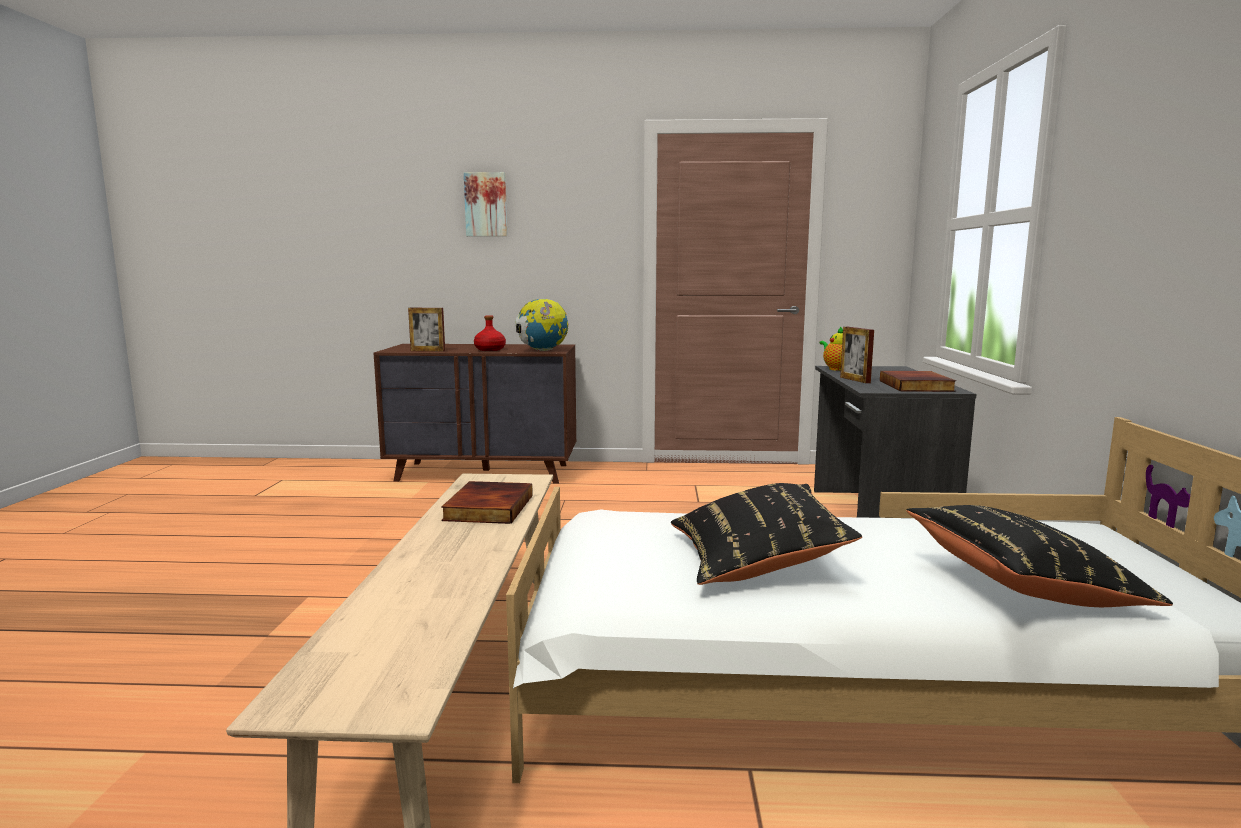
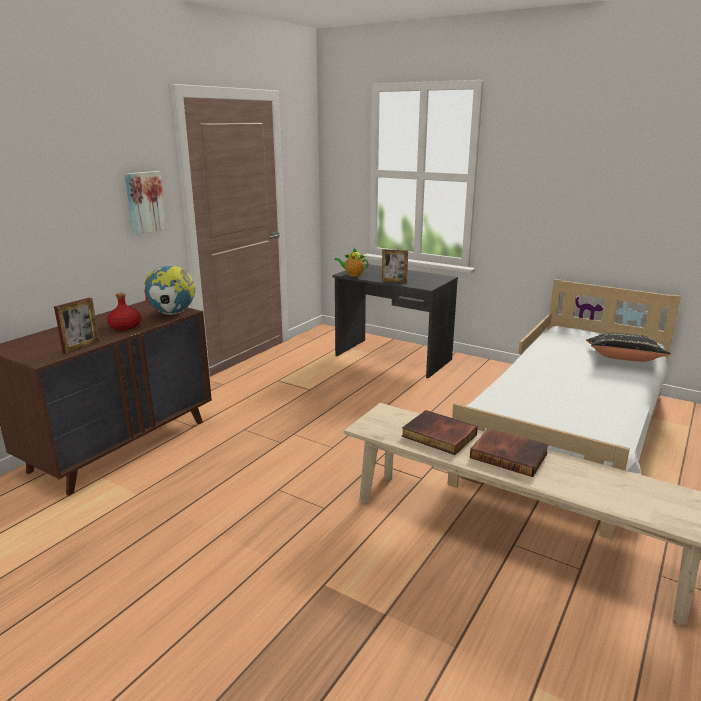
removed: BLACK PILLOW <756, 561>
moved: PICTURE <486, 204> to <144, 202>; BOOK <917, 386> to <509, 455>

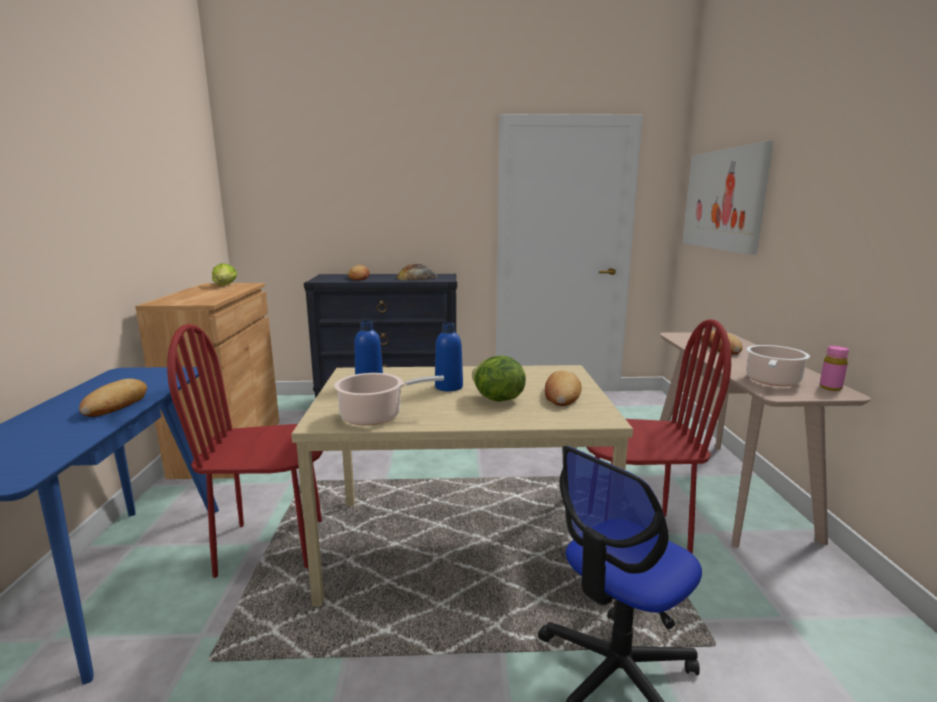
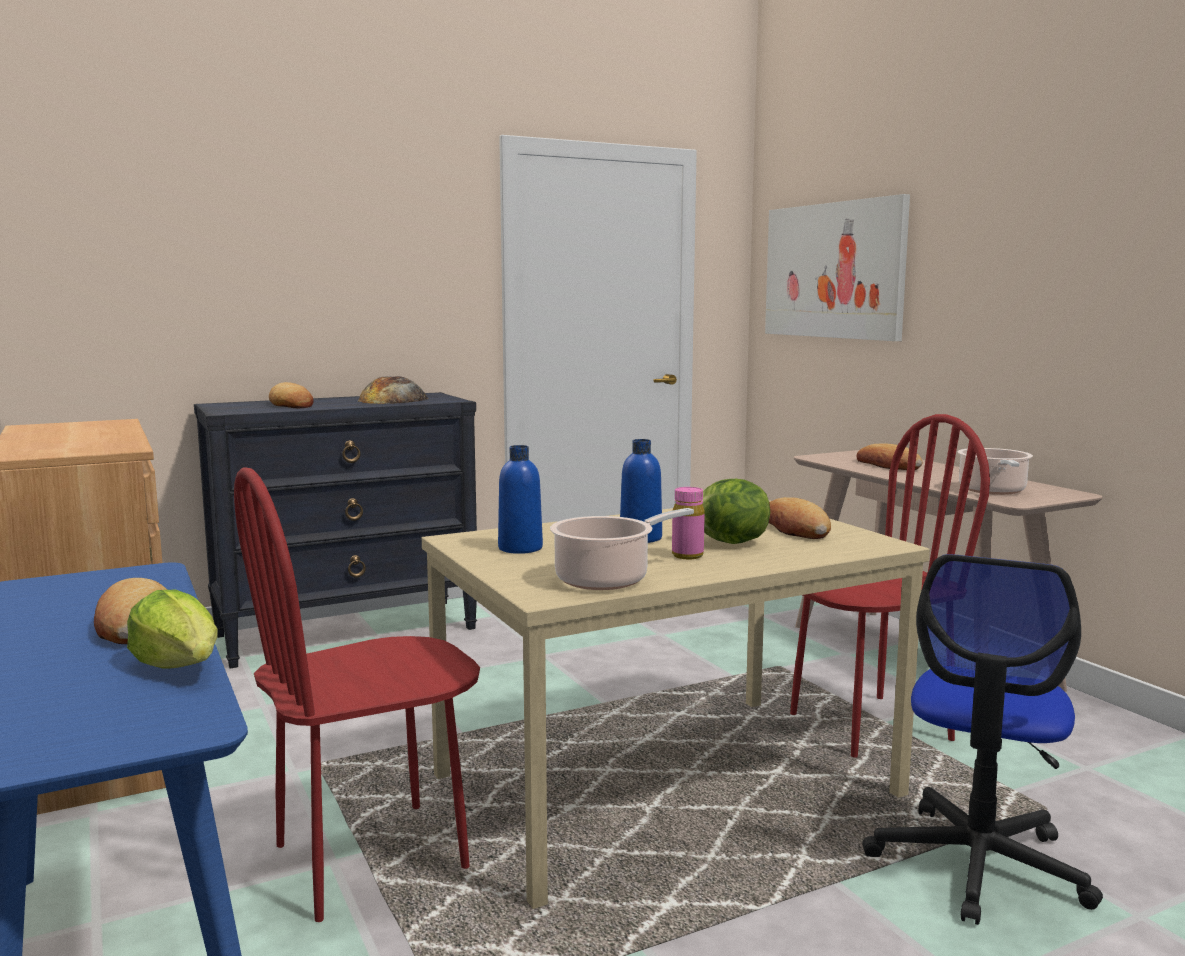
moved: LETTUCE <225, 285> to <181, 666>; PINK BOTTLE <830, 388> to <687, 555>

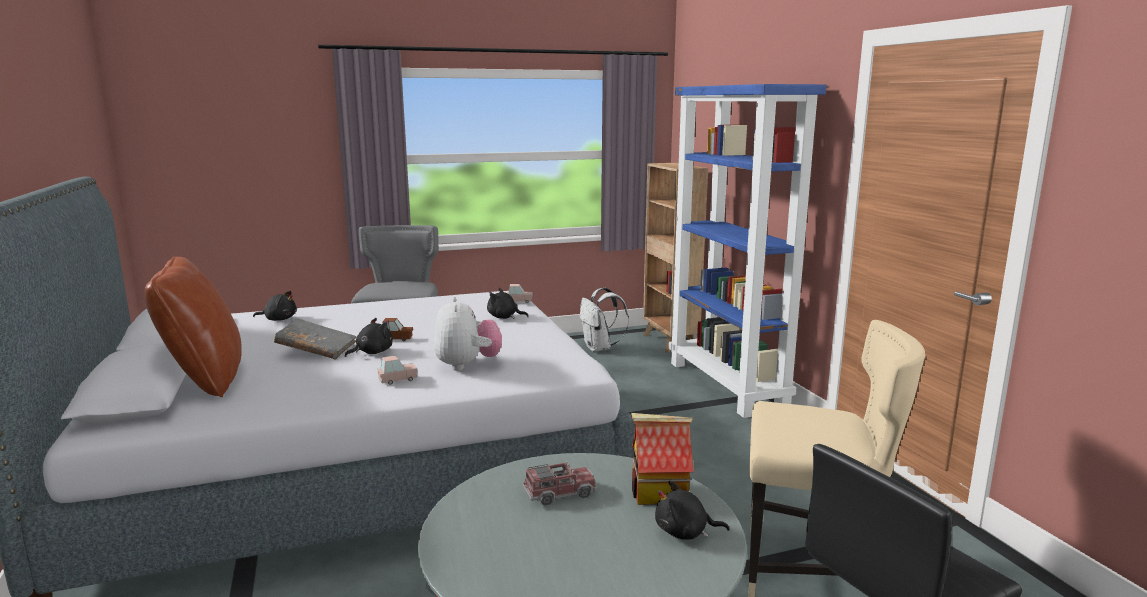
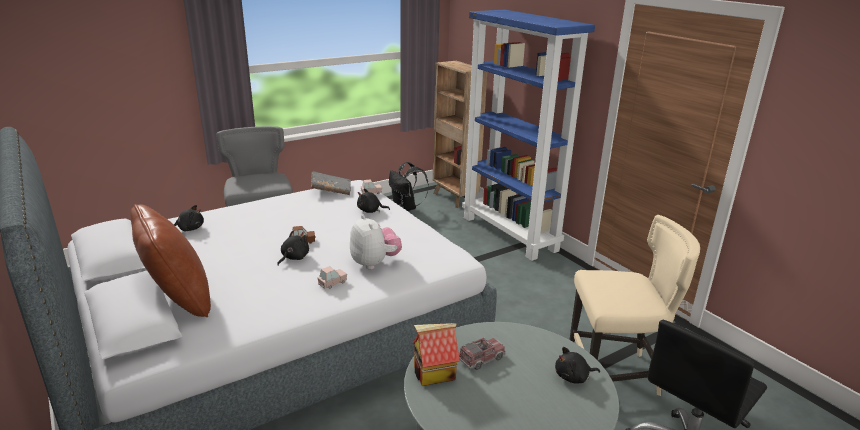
moved: GREY BOOK <317, 350> to <331, 190>; TOY HOUSE <658, 493> to <434, 373>
recoloured: WHITE BACKPACK <599, 348> to BLACK BACKPACK <406, 208>

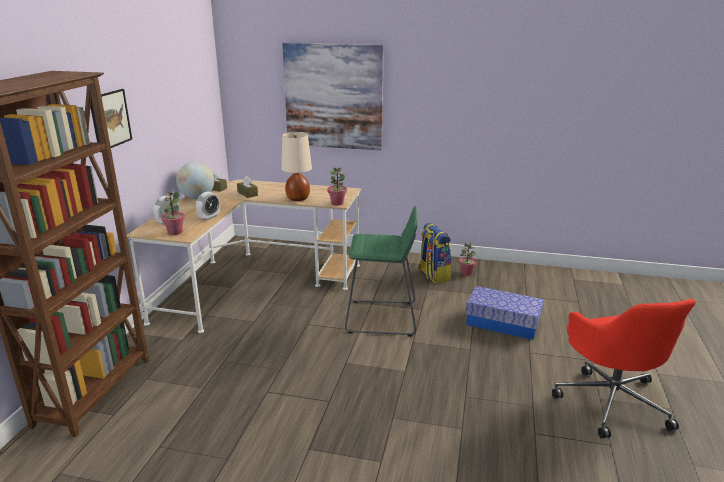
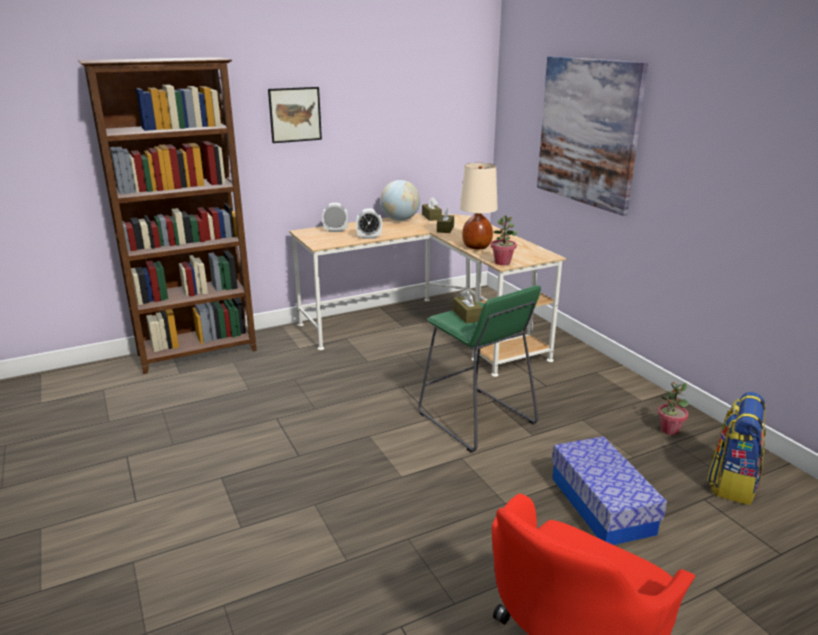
removed: POTTED PLANT <175, 232>
added: BROWN TISSUE BOX <467, 316>
moved: BACKPACK <433, 275> to <732, 482>

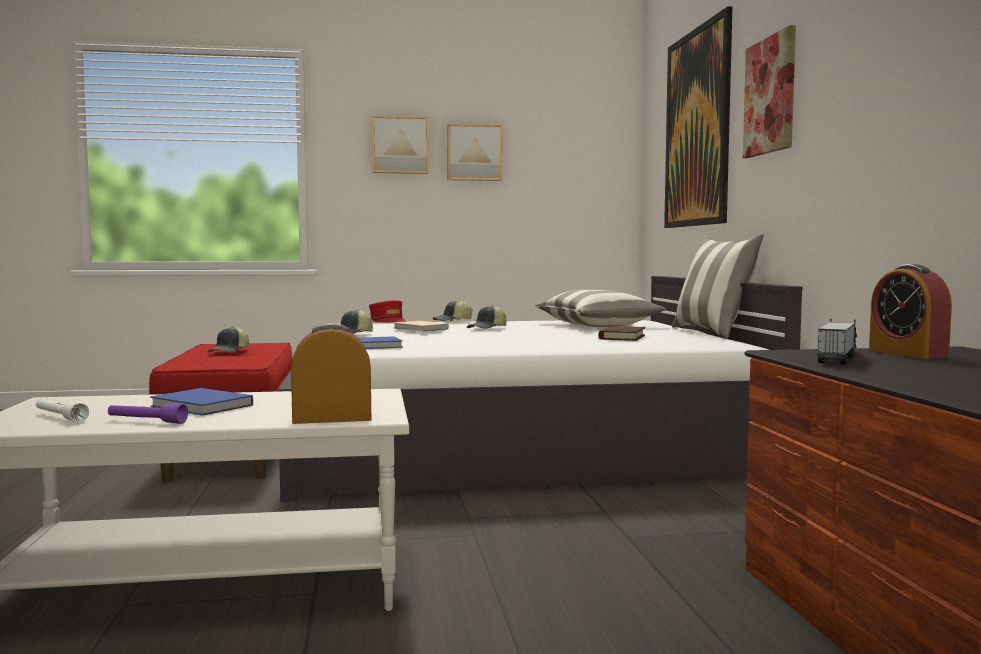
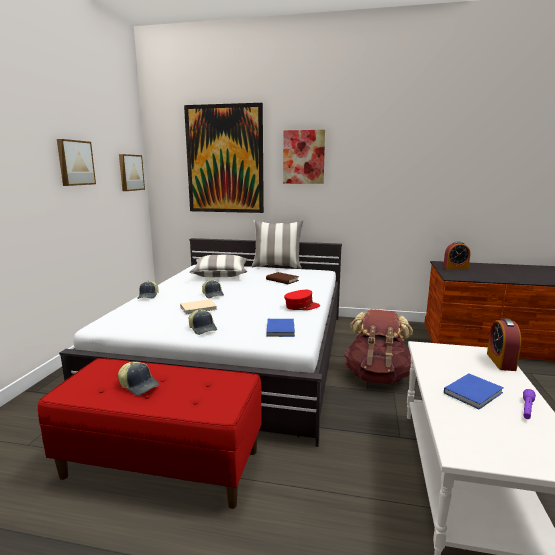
removed: WHITE FLASHLIGHT <60, 417>; TOY TRUCK <838, 357>
added: BROWN BACKPACK <377, 376>
moved: PICTURE <400, 145> to <130, 172>; RED CAP <388, 321> to <301, 306>

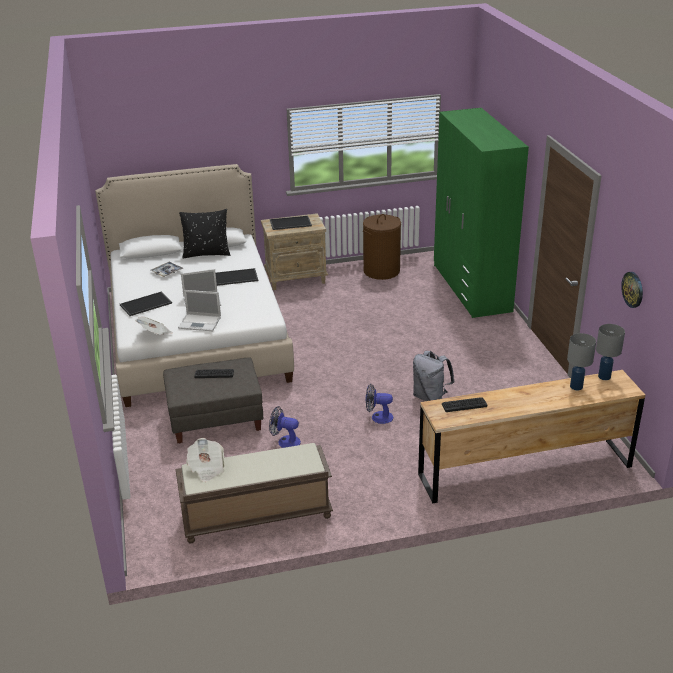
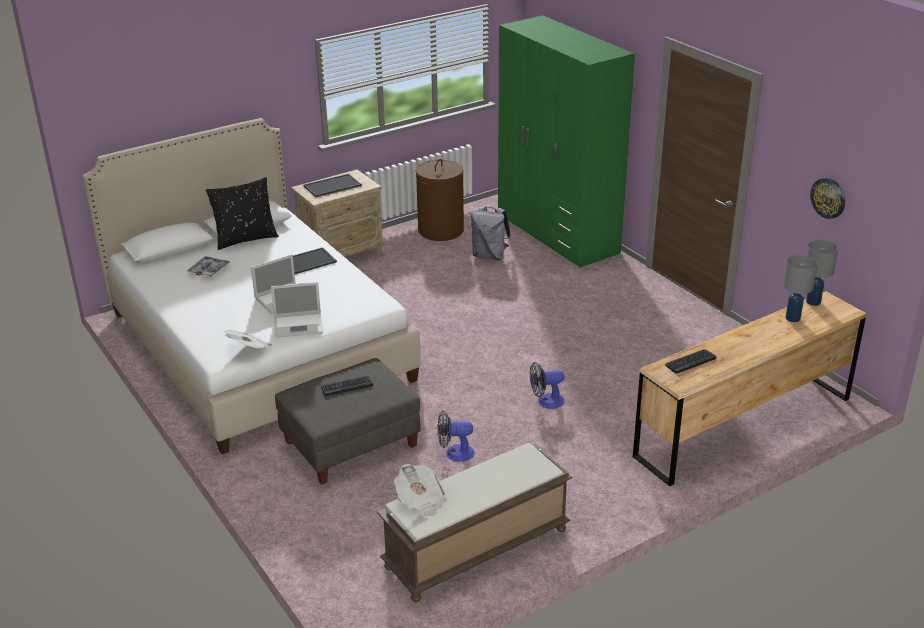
removed: TRAY <145, 304>
moved: GREY BACKPACK <430, 397> to <489, 256>

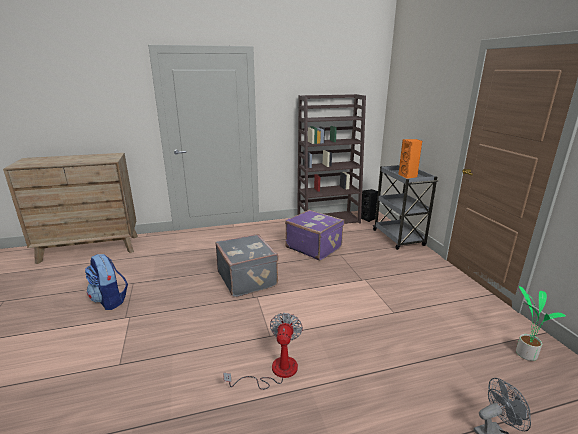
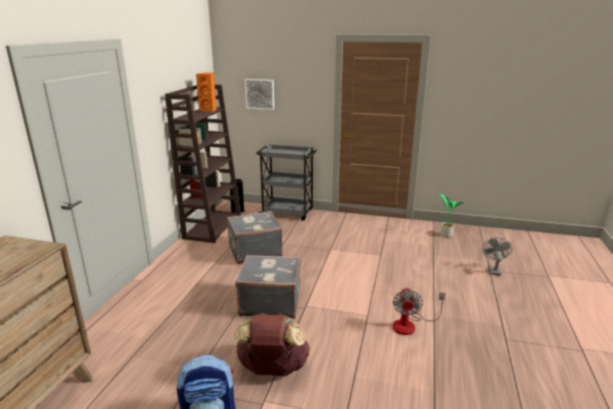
added: BROWN BACKPACK <273, 370>; PICTURE <260, 94>
moved: ORANGE SPEAKER <408, 176> to <209, 110>
recoloured: PURPLE SUITCASE <314, 247> to GREY SUITCASE <254, 251>
turned: FAN <275, 371> = <410, 325> 120 degrees counterclockwise

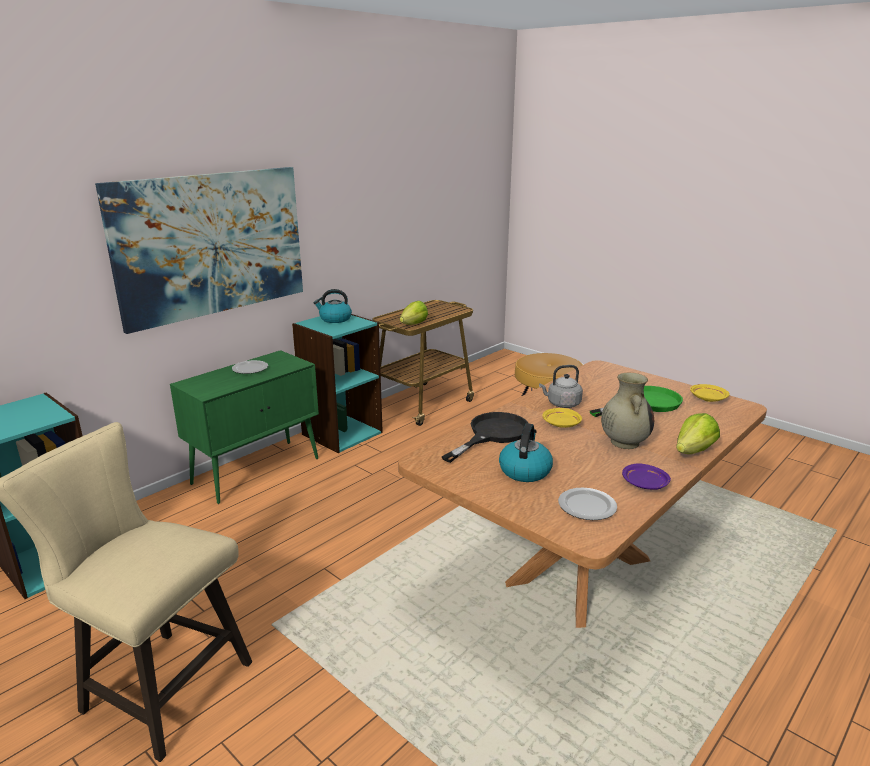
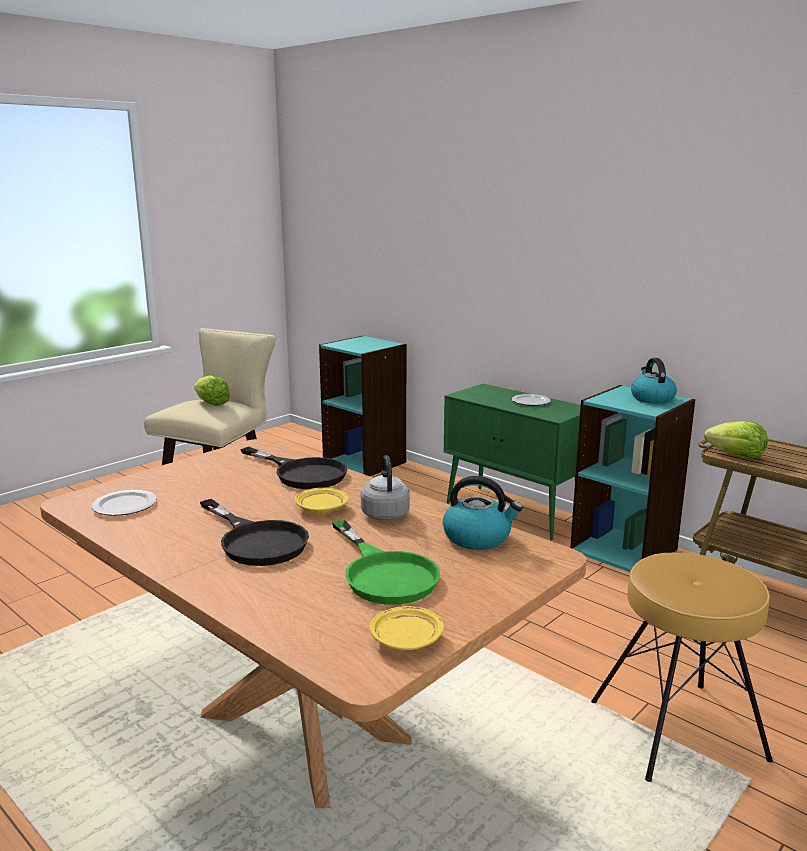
removed: PICTURE <211, 244>; PURPLE PLATE <645, 484>
moved: LETTUCE <693, 451> to <211, 403>; KETTLE <525, 470> to <478, 537>
replaced: BEIGE VASE <624, 442> to BLACK FRYING PAN <256, 540>

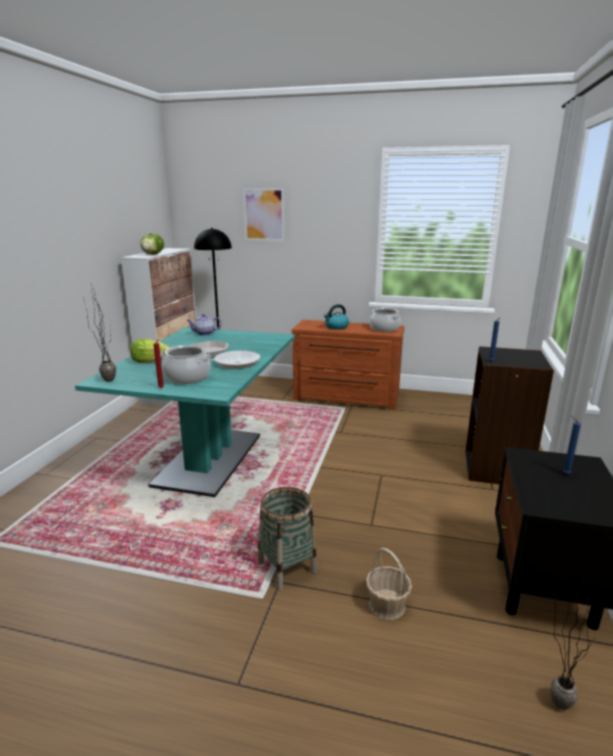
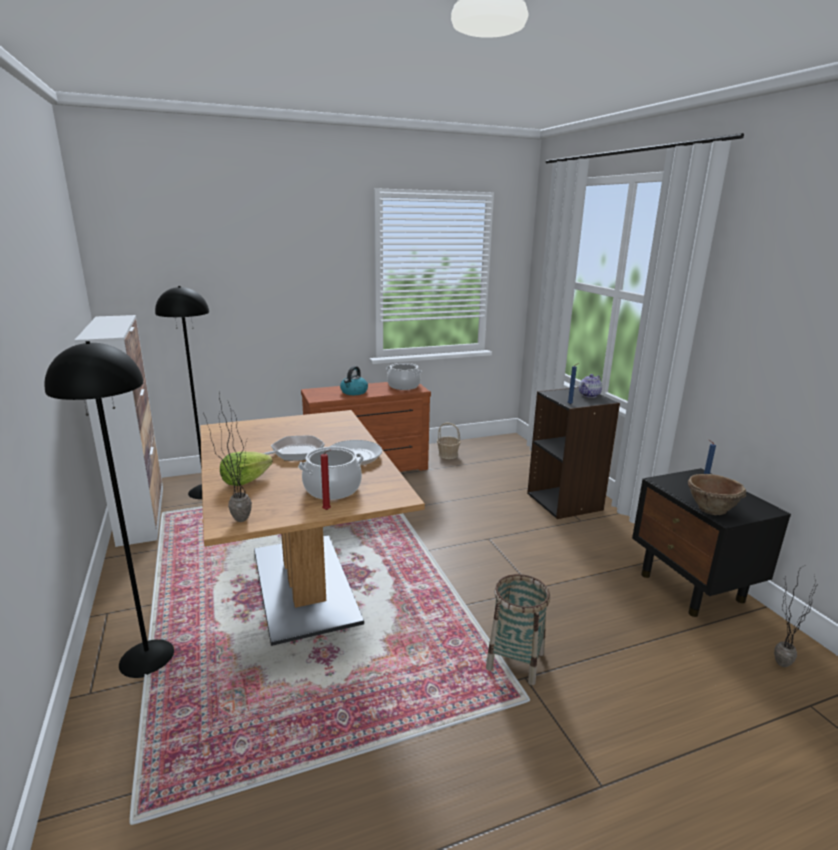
removed: LETTUCE <153, 254>; PICTURE <264, 214>
added: BLACK FLOOR LAMP <147, 657>; BROWN BOWL <710, 509>
moved: BASKET <387, 605> to <448, 455>; TEAPOT <204, 333> to <589, 395>
recoloured: TURQUOISE DINING TABLE <209, 460> to BROWN DINING TABLE <304, 585>

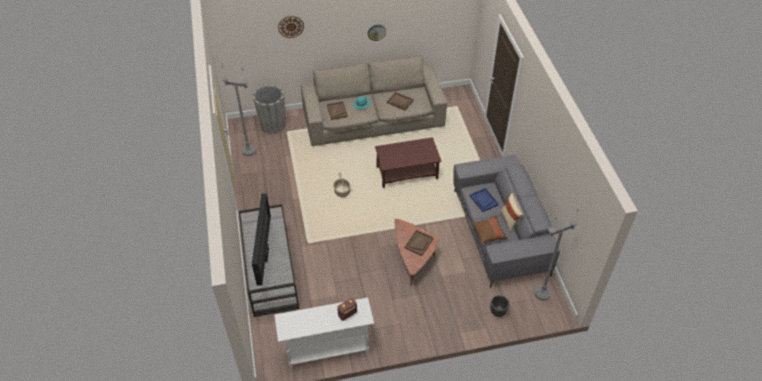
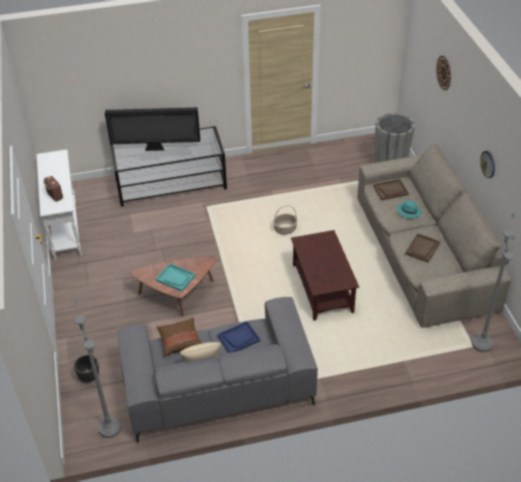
moved: GREY FLOOR LAMP <249, 151> to <481, 344>
recoloured: BROWN TRAY <419, 243> to TURQUOISE TRAY <175, 278>

